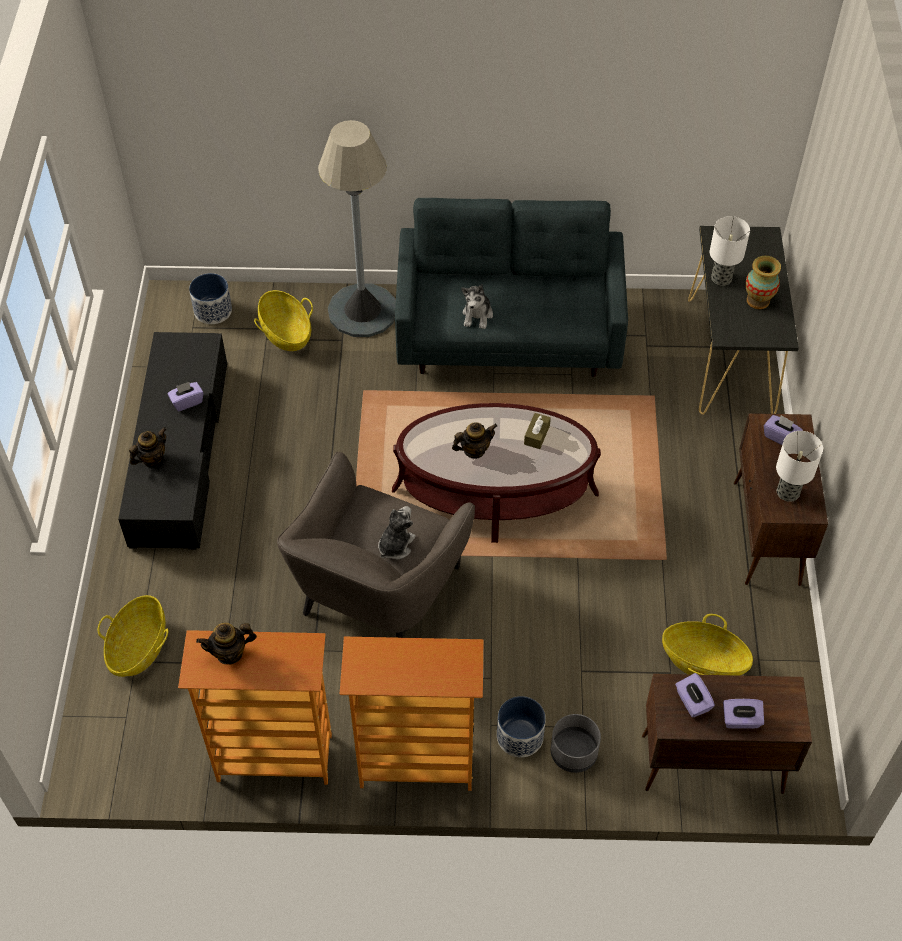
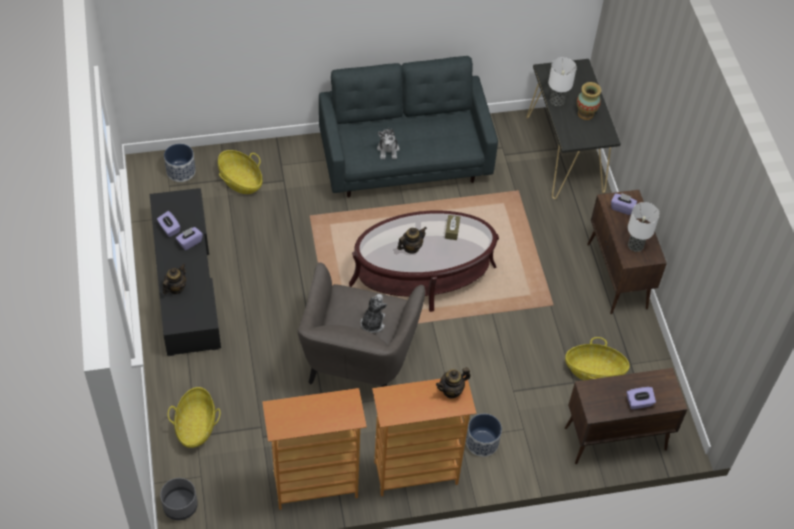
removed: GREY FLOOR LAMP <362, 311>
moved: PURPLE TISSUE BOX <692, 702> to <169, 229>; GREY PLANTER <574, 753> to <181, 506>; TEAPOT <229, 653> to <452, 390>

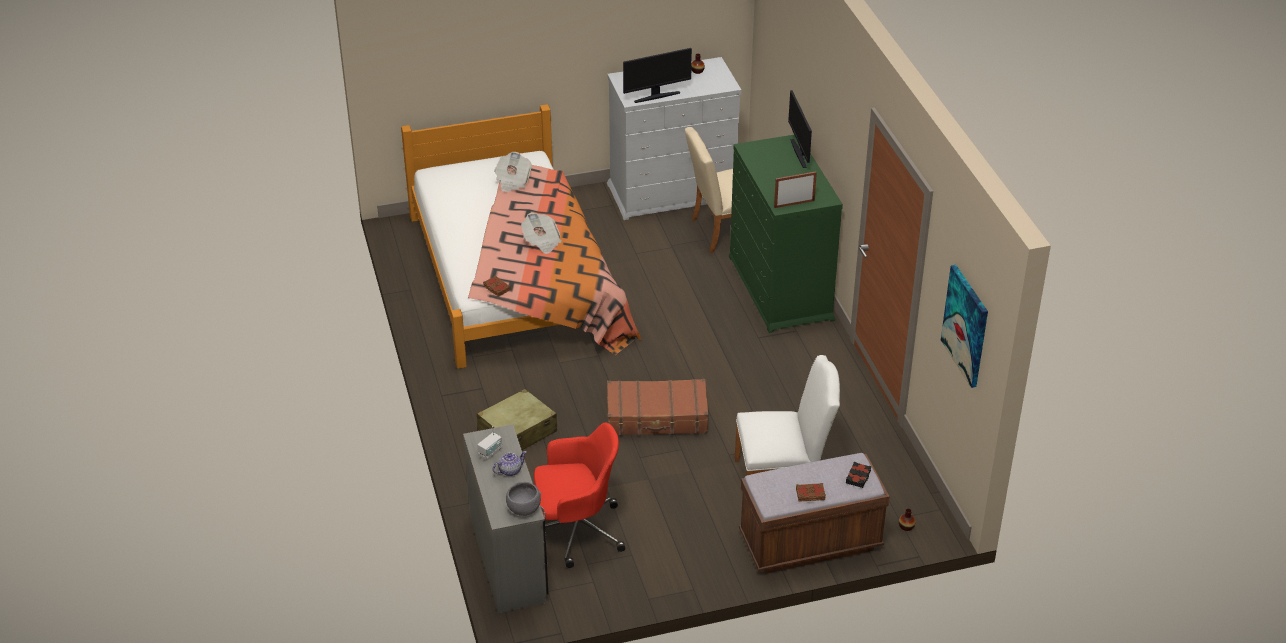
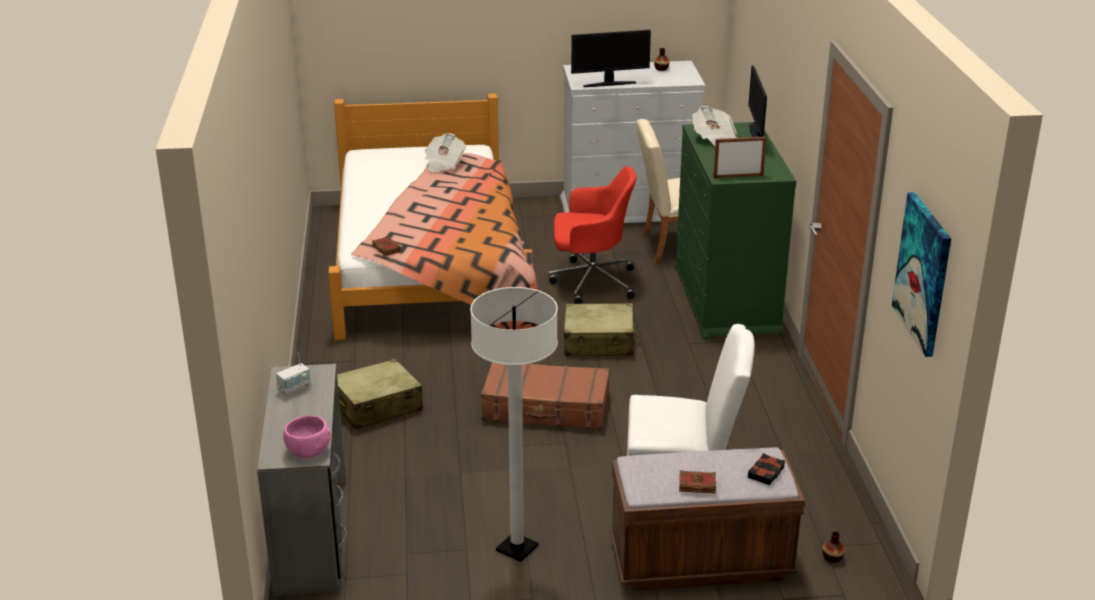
removed: TEAPOT <509, 470>
added: WHITE FLOOR LAMP <517, 548>; BEIGE SUITCASE <599, 342>
moved: RED OFFICE CHAIR <577, 530> to <591, 282>; NEWSPAPER <541, 242> to <714, 139>
recoloured: GREY BOWL <523, 508> to PINK BOWL <307, 451>

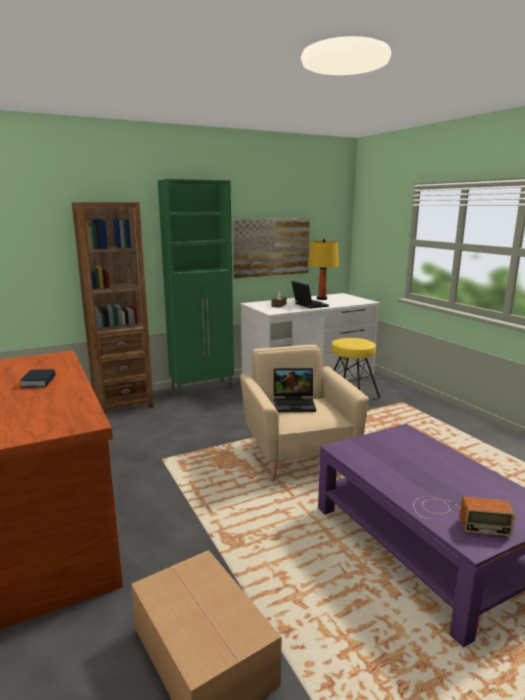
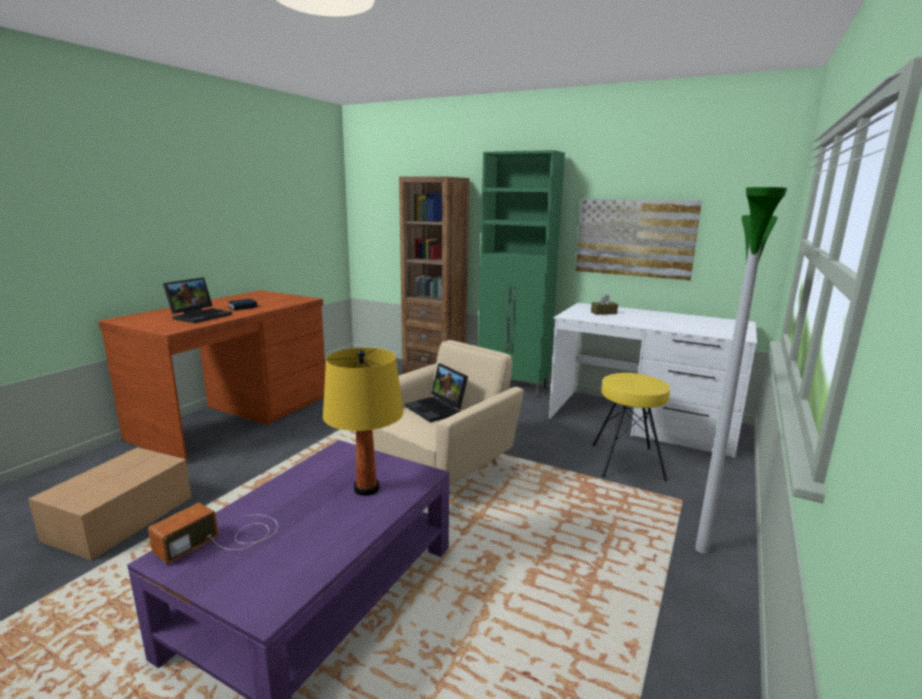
added: FLOOR LAMP <702, 549>
moved: LAPTOP <308, 305> to <200, 316>; YELLOW TABLE LAMP <322, 299> to <366, 489>
turned: RADIO <456, 515> = <224, 539> 60 degrees clockwise

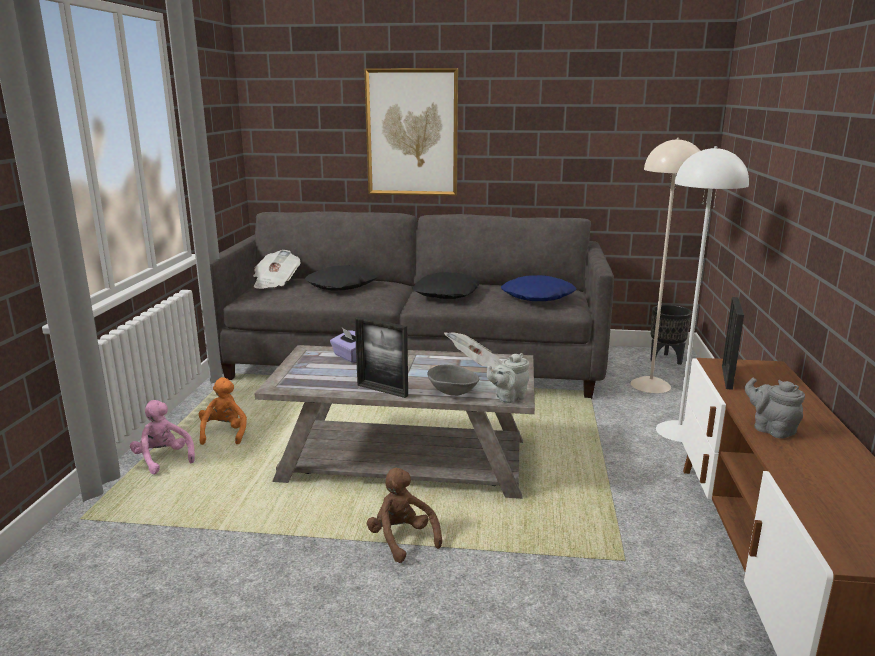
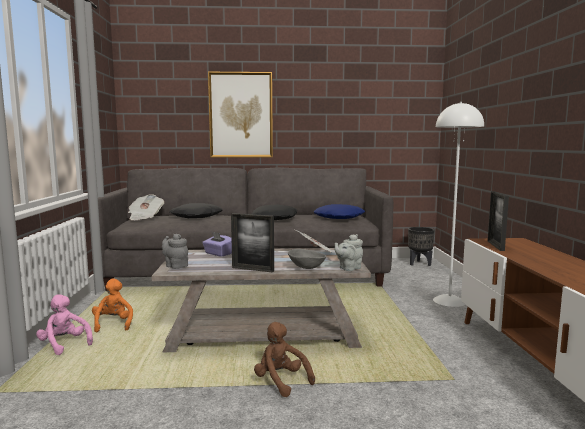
removed: BEIGE FLOOR LAMP <651, 385>
moved: GREY TEAPOT <771, 429> to <175, 265>

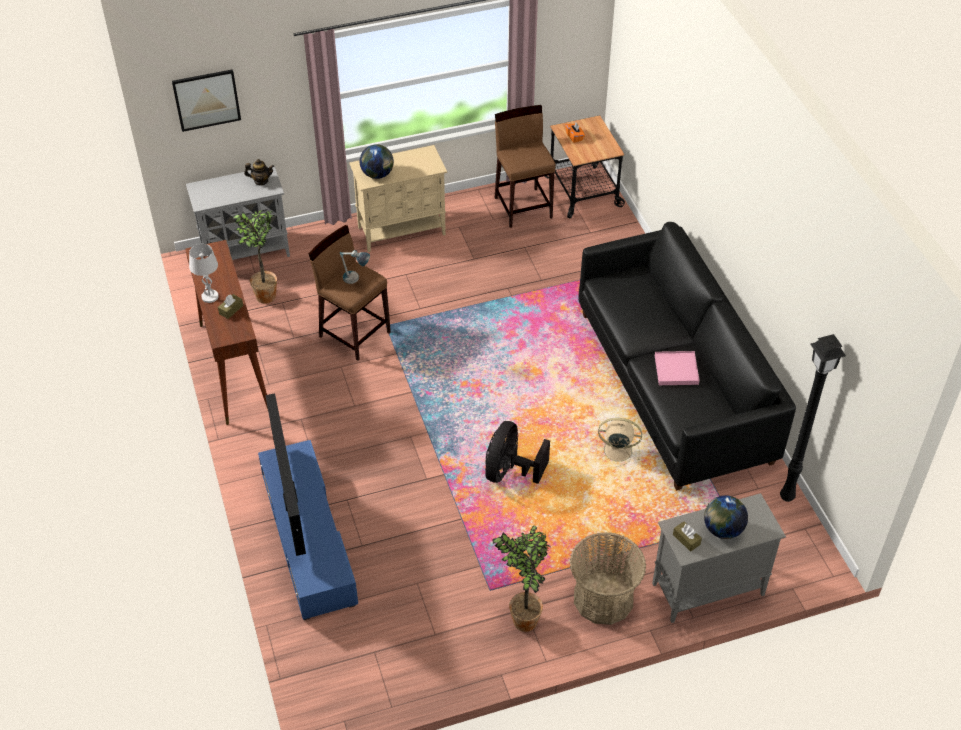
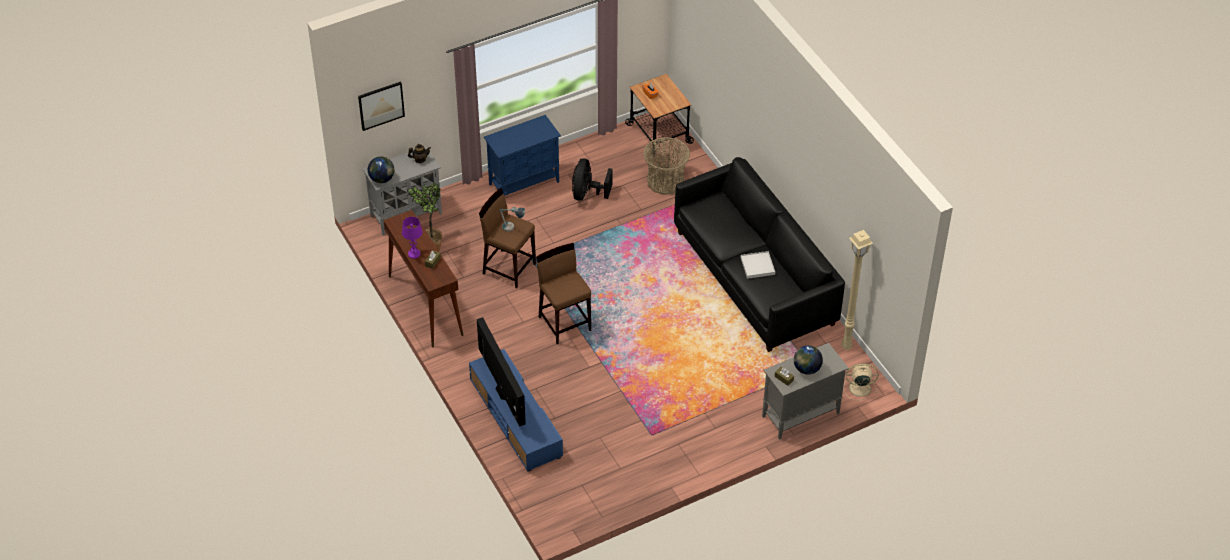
removed: POTTED PLANT <523, 618>
moved: GLOBE <377, 174> to <382, 179>; BROWN STOOL <523, 207> to <565, 323>; BLACK FAN <509, 471> to <587, 194>; BASKET <603, 598> to <665, 181>; BEIGE FAN <616, 450> to <859, 388>
recoloured: WHITE TABLE LAMP <210, 296> to PURPLE TABLE LAMP <414, 254>; BEIGE CABINET <402, 231> to BLUE CABINET <524, 183>; PINK TRAY <676, 370> to WHITE TRAY <757, 266>; BLACK FLOOR LAMP <788, 497> to BEIGE FLOOR LAMP <847, 346>

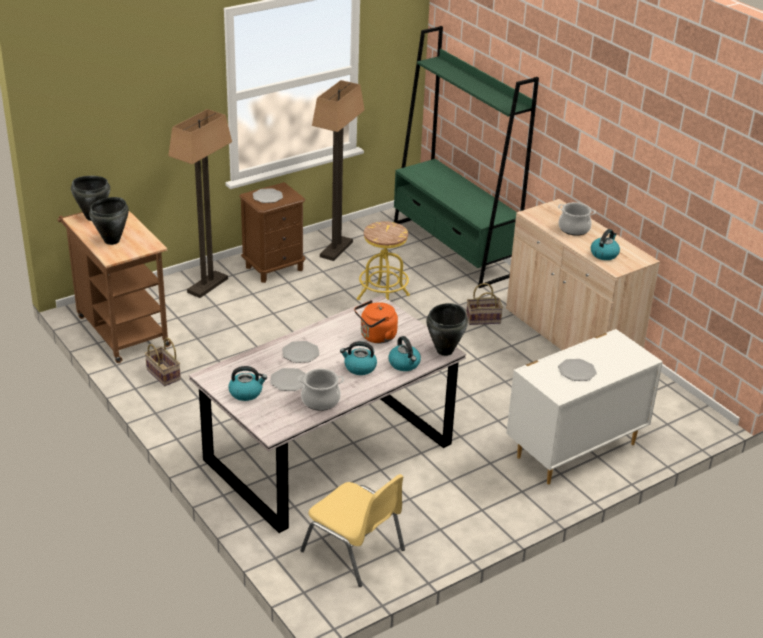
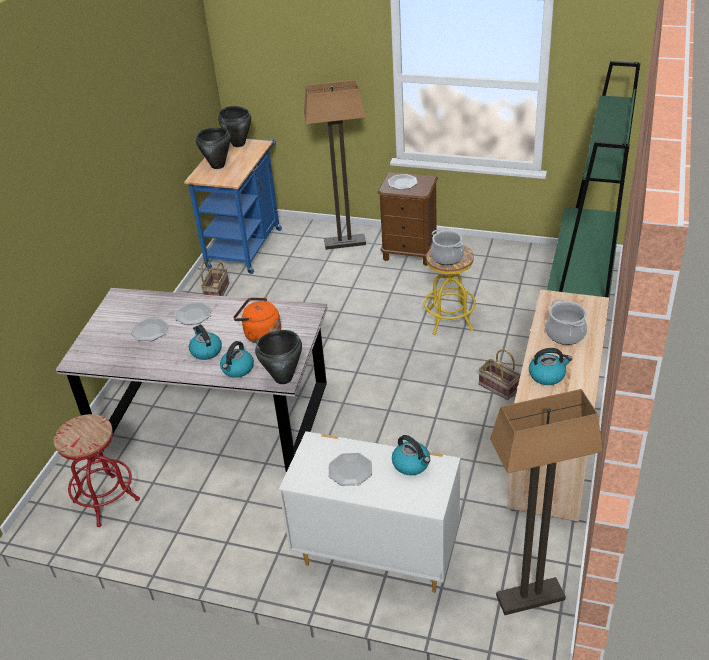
moved: KETTLE <246, 392> to <412, 464>; COOKING POT <320, 400> to <447, 257>; FLOOR LAMP <336, 250> to <530, 598>
replaced: YELLOW CHAIR <354, 551> to RED STOOL <106, 500>
recoloured: BROWN CART <119, 328> to BLUE CART <246, 245>

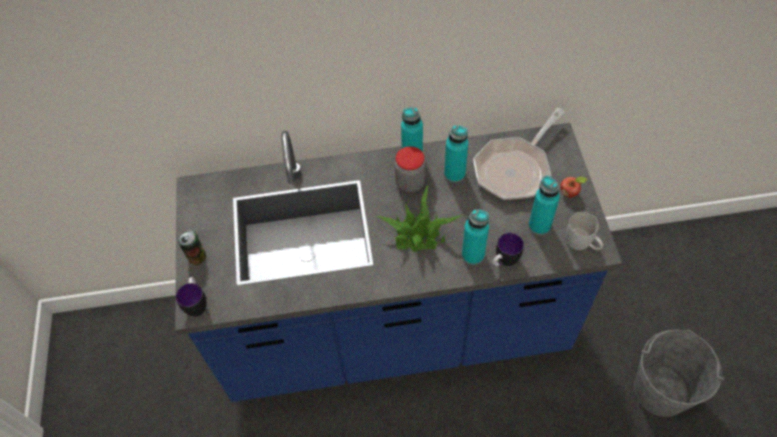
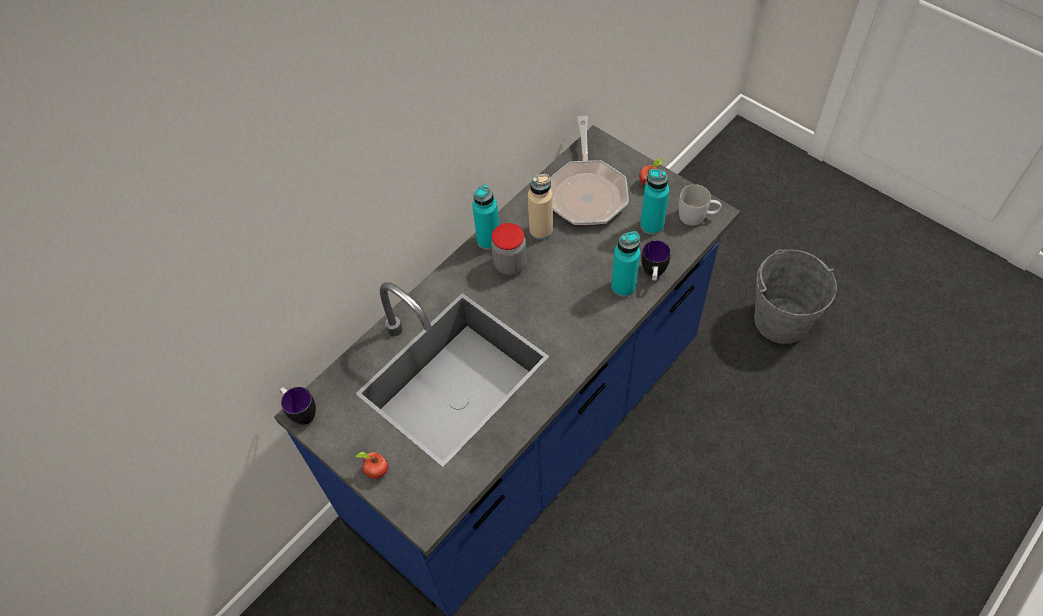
removed: POTTED PLANT <419, 233>
moved: MUG <197, 304> to <301, 412>
replaced: CAN <197, 256> to APPLE <376, 472>
recoloured: TURQUOISE BOTTLE <454, 174> to BEIGE BOTTLE <541, 230>

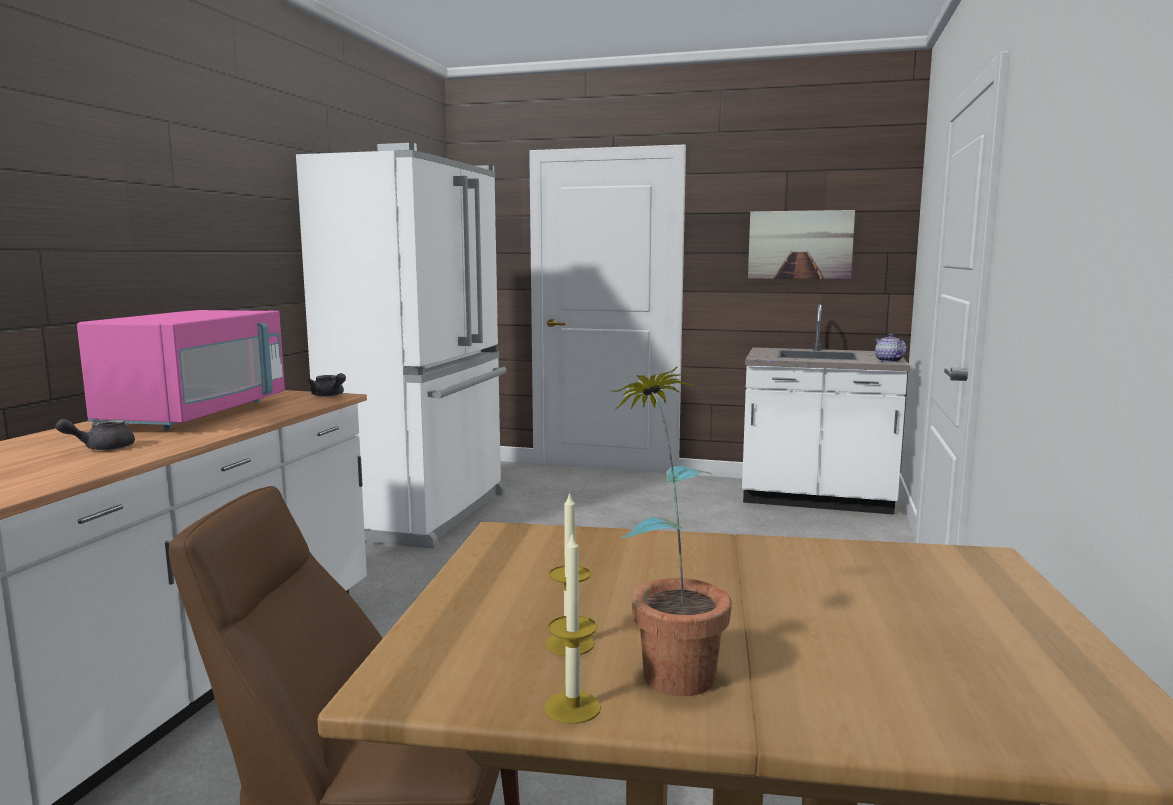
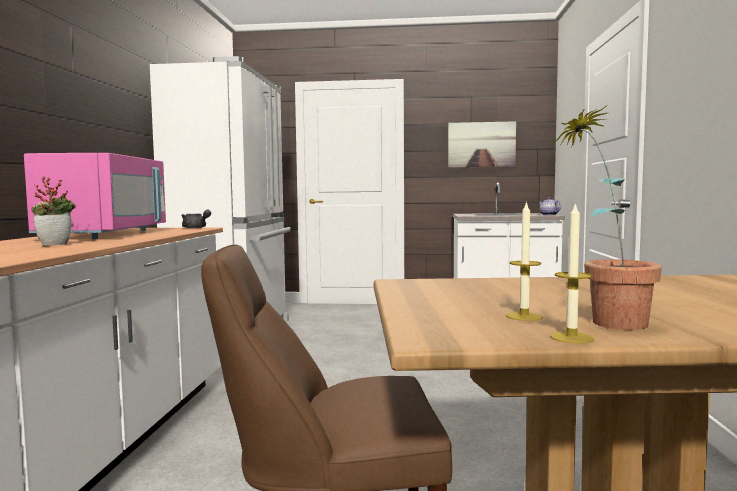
replaced: GREY TEAPOT <102, 448> to POTTED PLANT <55, 244>

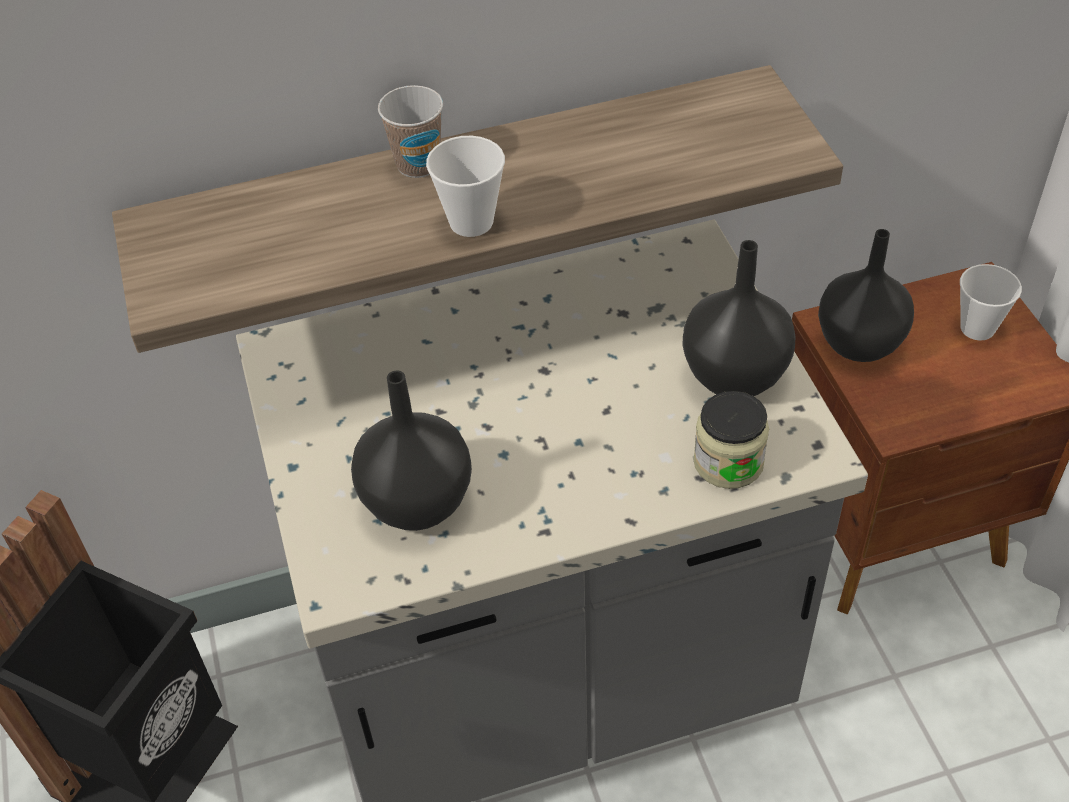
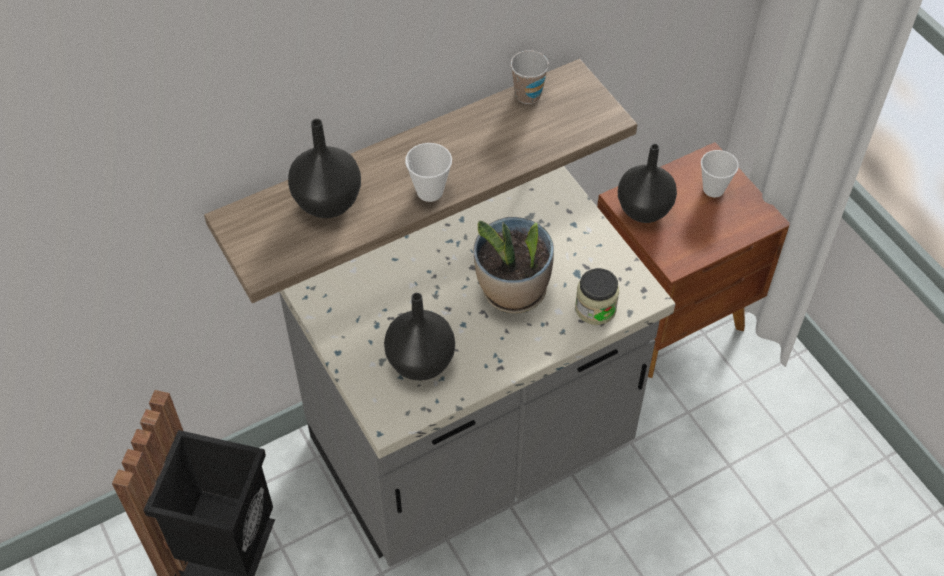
added: POTTED PLANT <513, 291>
moved: BLACK VASE <736, 376> to <329, 202>; CUP <418, 164> to <528, 95>

